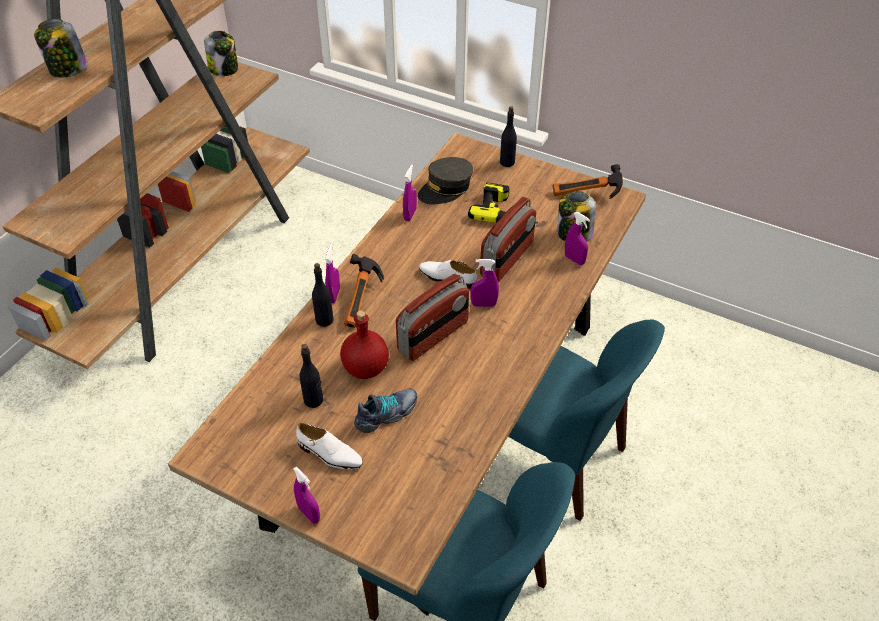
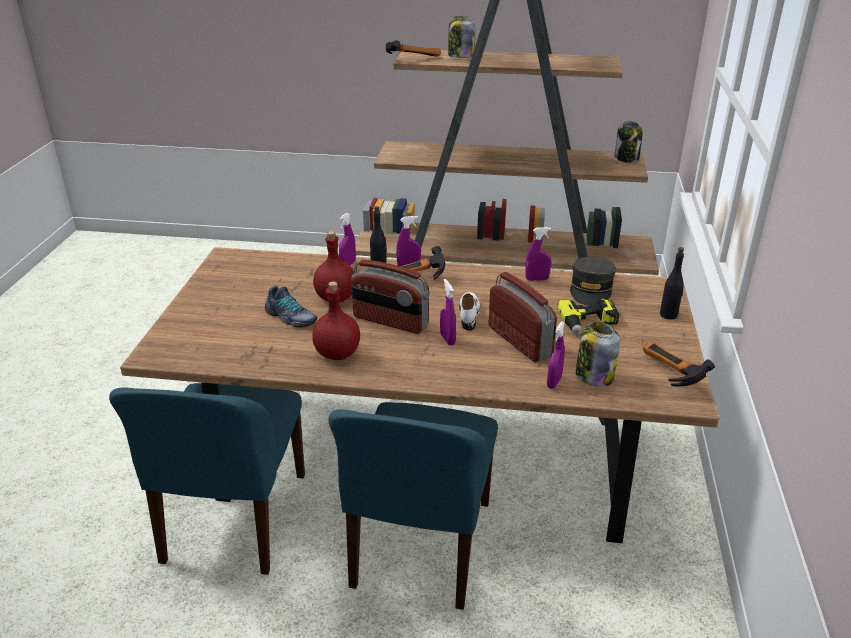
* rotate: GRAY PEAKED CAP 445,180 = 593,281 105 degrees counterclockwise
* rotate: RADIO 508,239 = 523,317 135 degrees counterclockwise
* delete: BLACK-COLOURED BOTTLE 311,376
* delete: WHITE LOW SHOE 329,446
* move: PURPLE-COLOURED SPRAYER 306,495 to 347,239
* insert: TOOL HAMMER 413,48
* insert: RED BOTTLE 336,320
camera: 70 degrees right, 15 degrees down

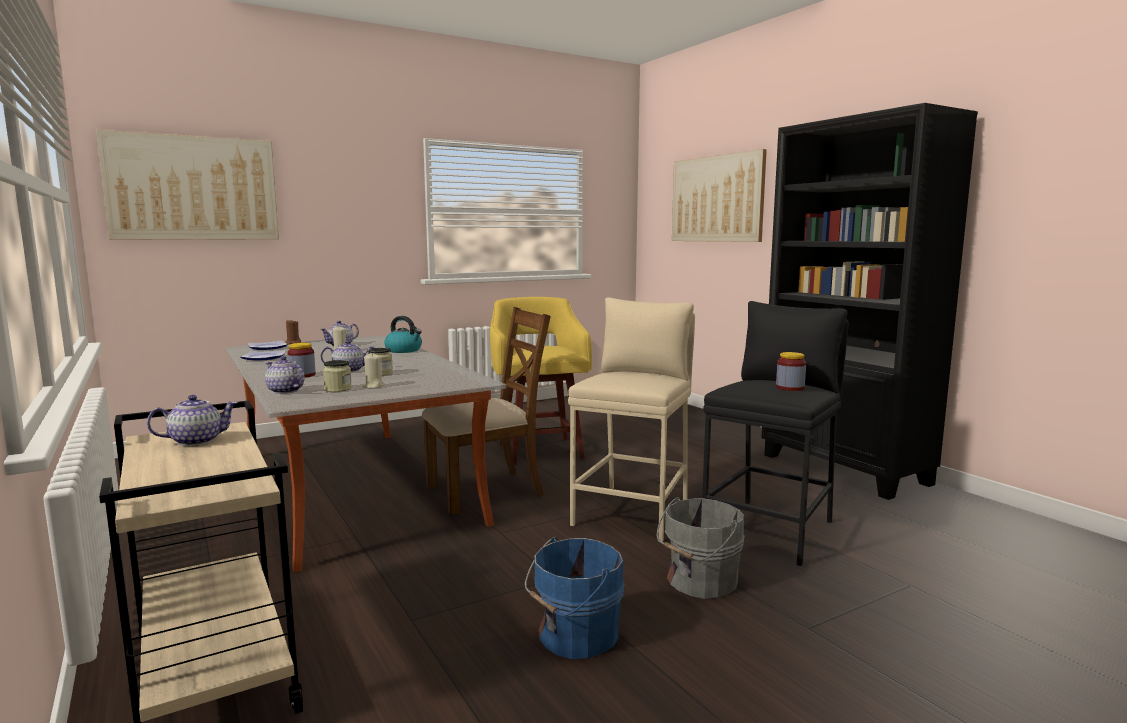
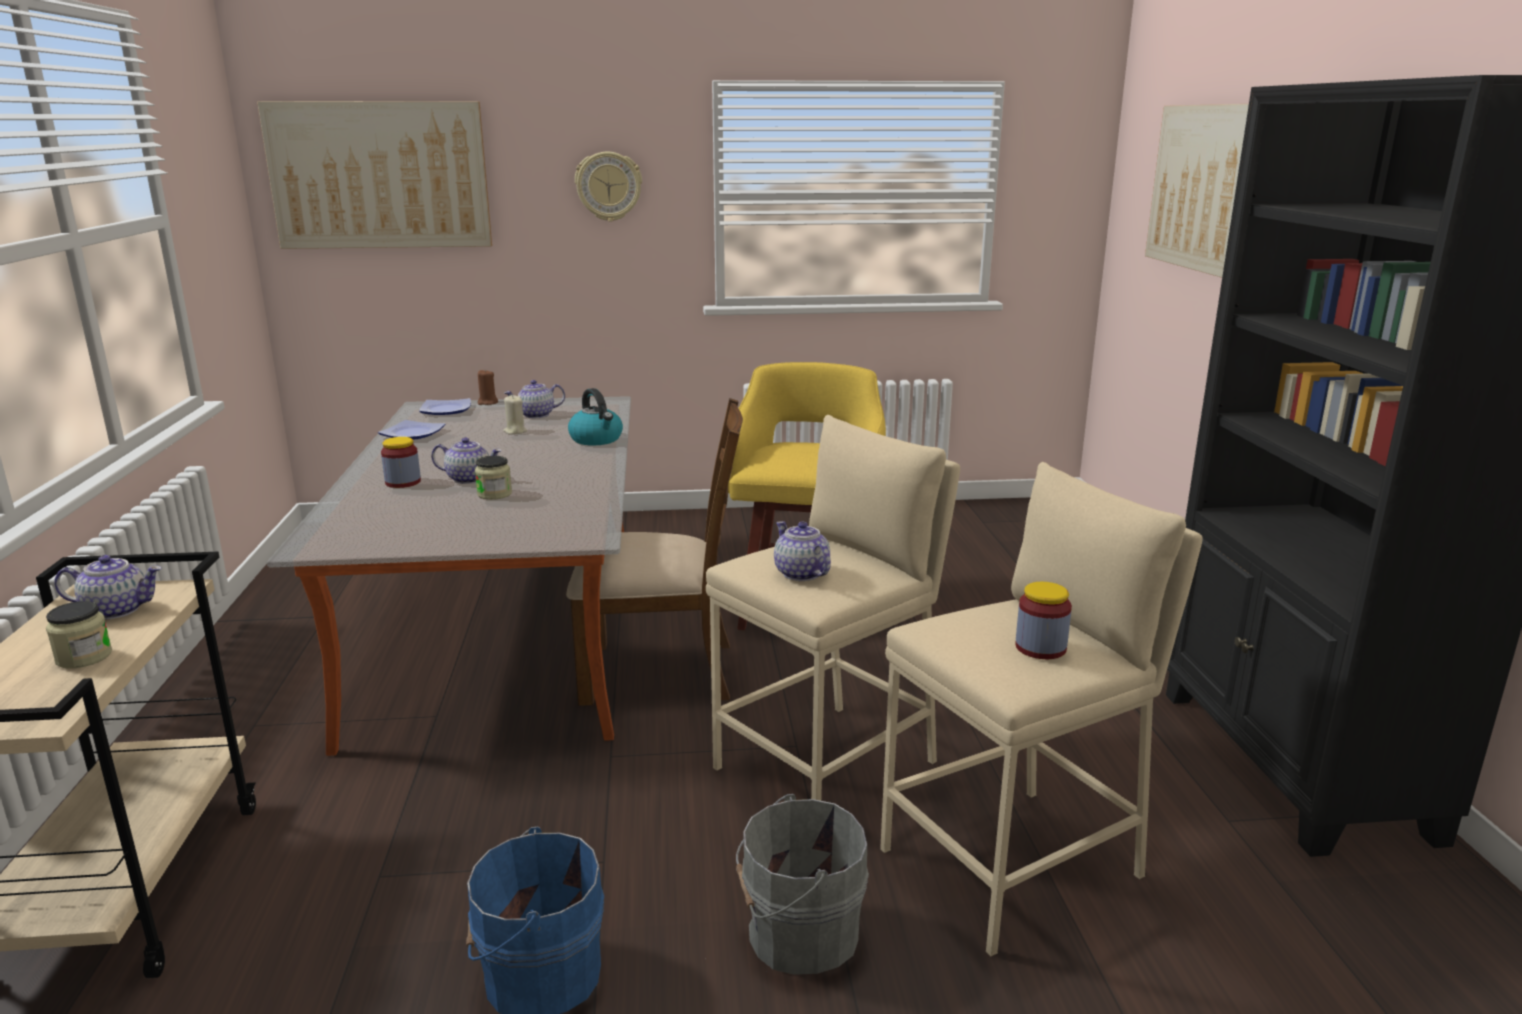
* recolor: BLACK-COLOURED STOOL 775,433 to BEIGE-COLOURED STOOL 1041,709
* delete: BEIGE-COLOURED WAX CANDLE 373,370
* move: TEAPOT 284,375 to 802,551
* move: JAR 337,376 to 79,634
* insert: CLOCK ON THE WALL 608,186
camera: 25 degrees right, 10 degrees up

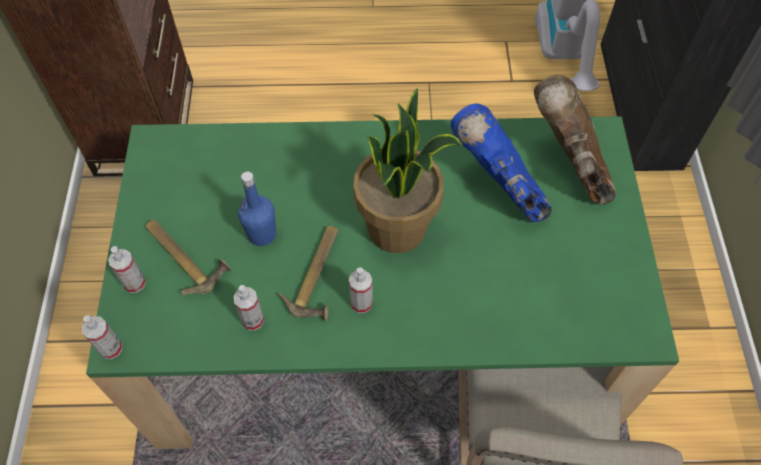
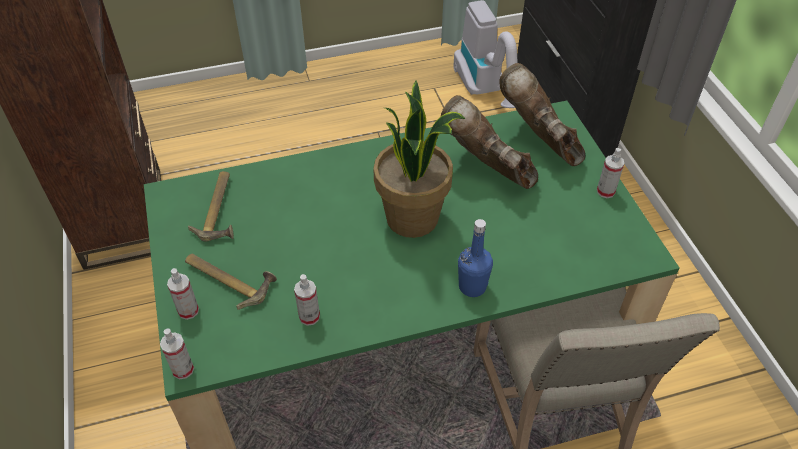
* recolor: BLUE BOOT 501,162 to BROWN BOOT 489,142
* move: BLUE BOTTLE 257,209 to 475,258
* move: TOOL HAMMER 309,273 to 211,206
* move: SPRAYER 361,290 to 610,173
camera: 15 degrees left, 10 degrees down

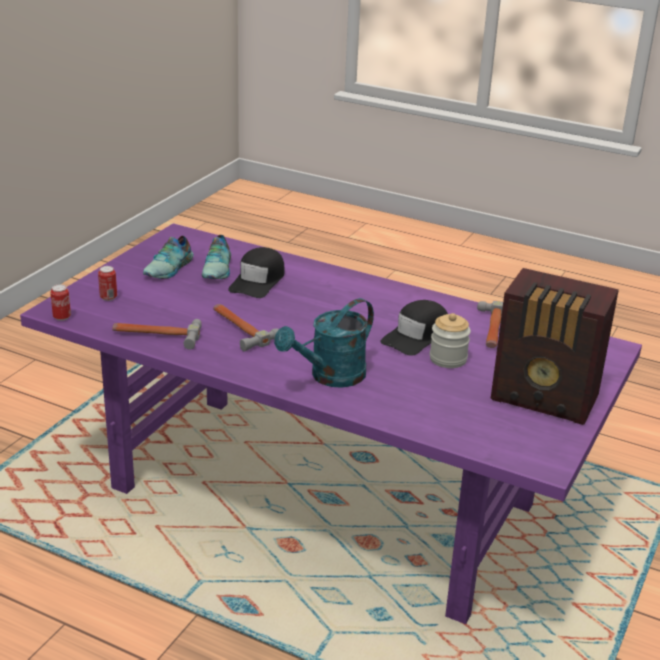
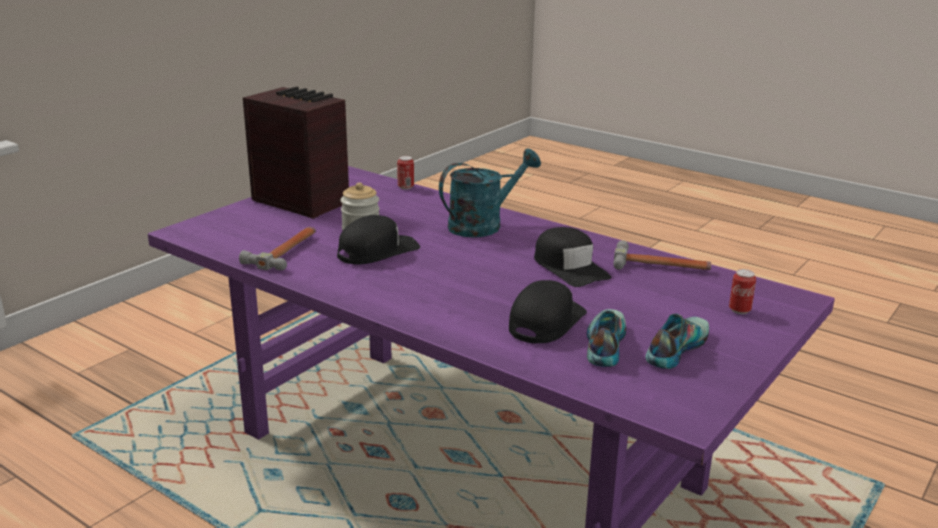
* move: METAL CAN 60,302 to 405,173
* replace: TOOL HAMMER 246,328 to BLACK-COLOURED PEAKED CAP 572,257
camera: 170 degrees left, 5 degrees down

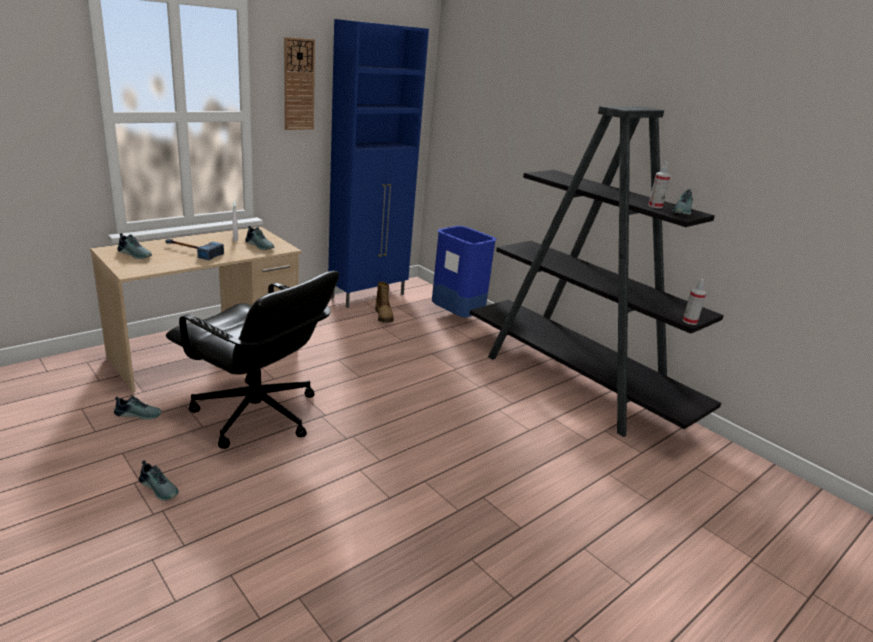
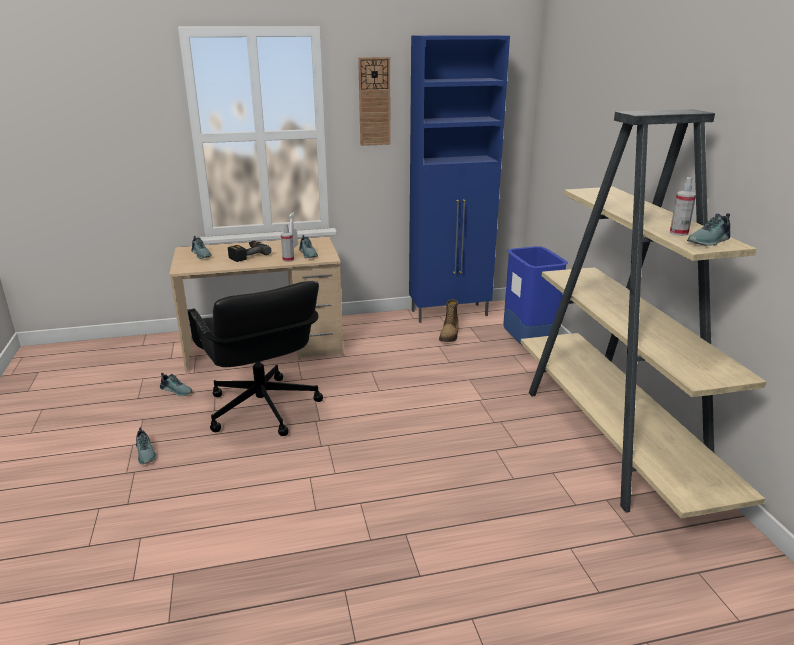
* recolor: BLACK-COLOURED SHELVING UNIT 597,271 to BEIGE-COLOURED SHELVING UNIT 643,313
* replace: TOOL HAMMER 194,249 to DRILL 249,251
* move: SPRAYER 694,302 to 287,243
camera: 30 degrees right, 0 degrees up

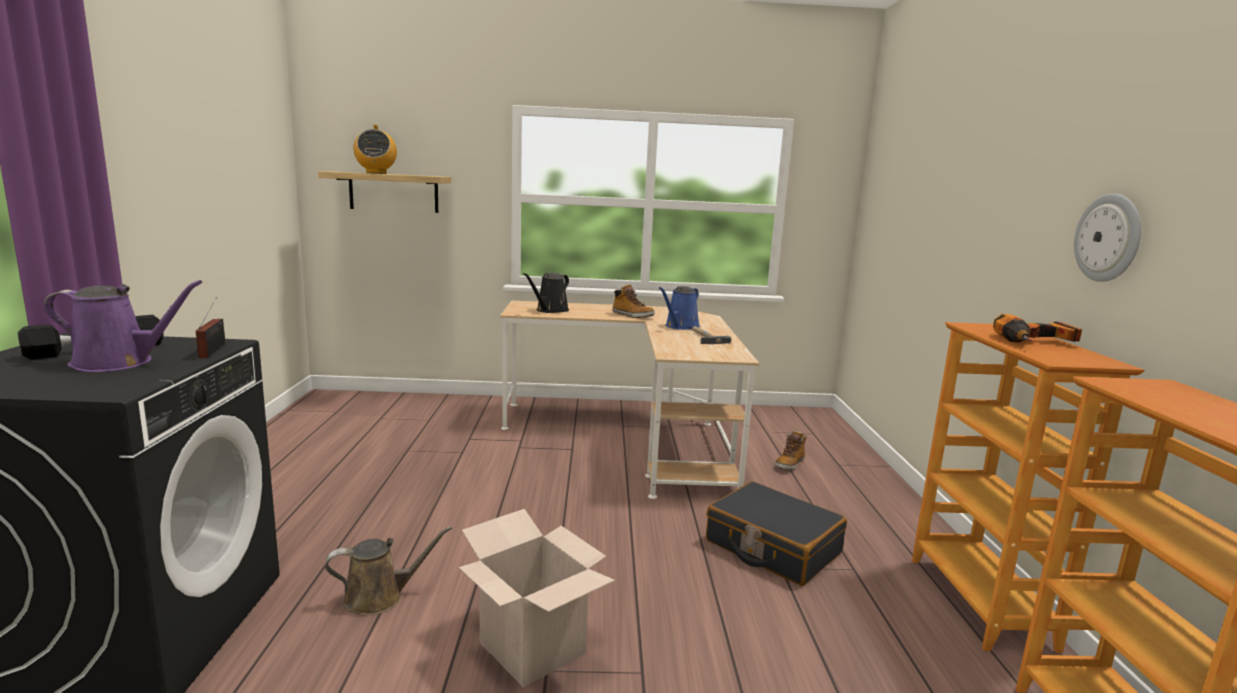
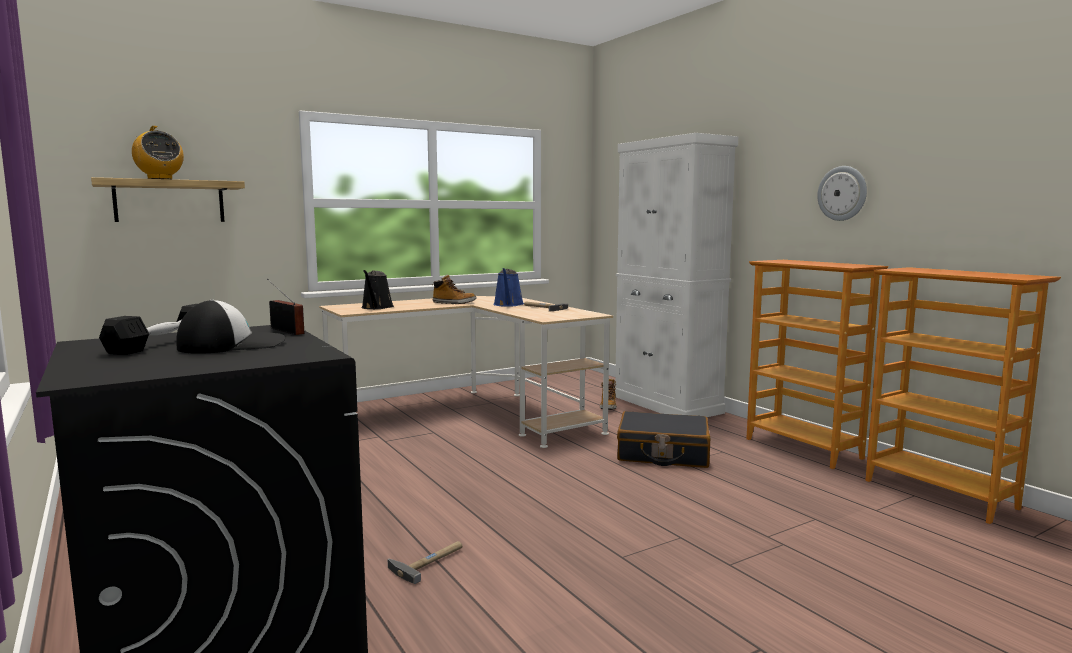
* replace: PURPLE-COLOURED WATERING POT 123,326 to PEAKED CAP 230,326
* delete: DRILL 1037,328
* delete: CARTON 537,598
* replace: BROWN WATERING POT 388,570 to TOOL HAMMER 425,562
* insert: WHITE CABINET 676,275
camera: 30 degrees left, 5 degrees down

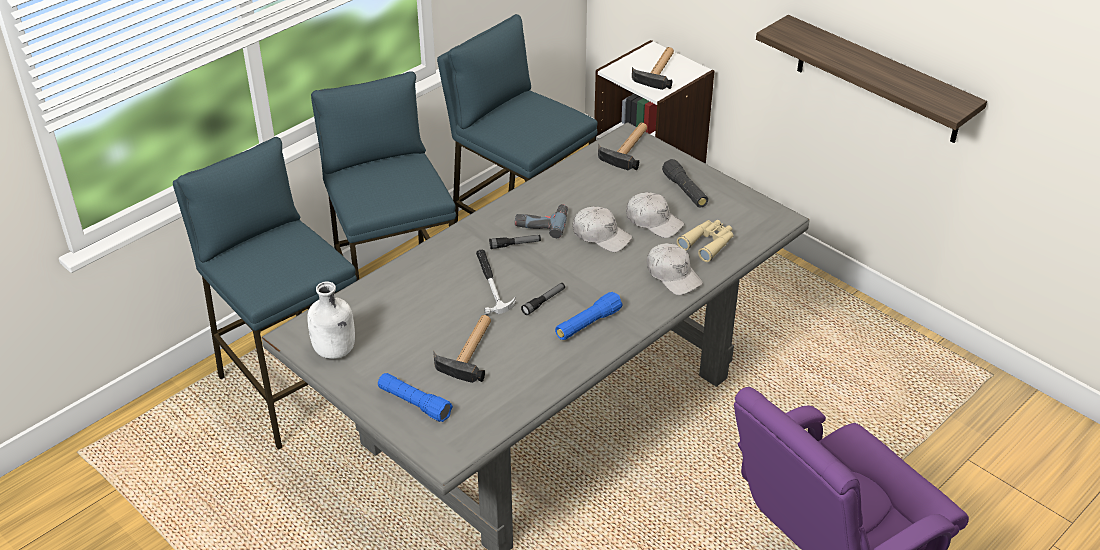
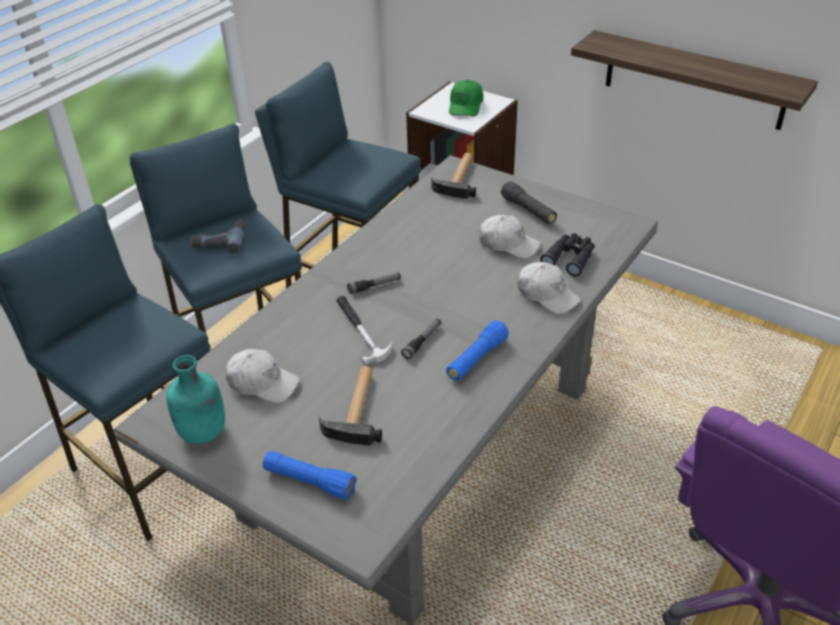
* replace: TOOL HAMMER 653,68 to GREEN-COLOURED PEAKED CAP 466,98
* move: DRILL 541,221 to 217,236
* move: WHITE PEAKED CAP 602,229 to 262,376
* recolor: BEIGE-COLOURED PAIR OF BINOCULARS 705,241 to BLACK-COLOURED PAIR OF BINOCULARS 567,255
* recolor: WHITE BOTTLE 331,320 to TURQUOISE-COLOURED BOTTLE 195,399
camera: 10 degrees left, 0 degrees up

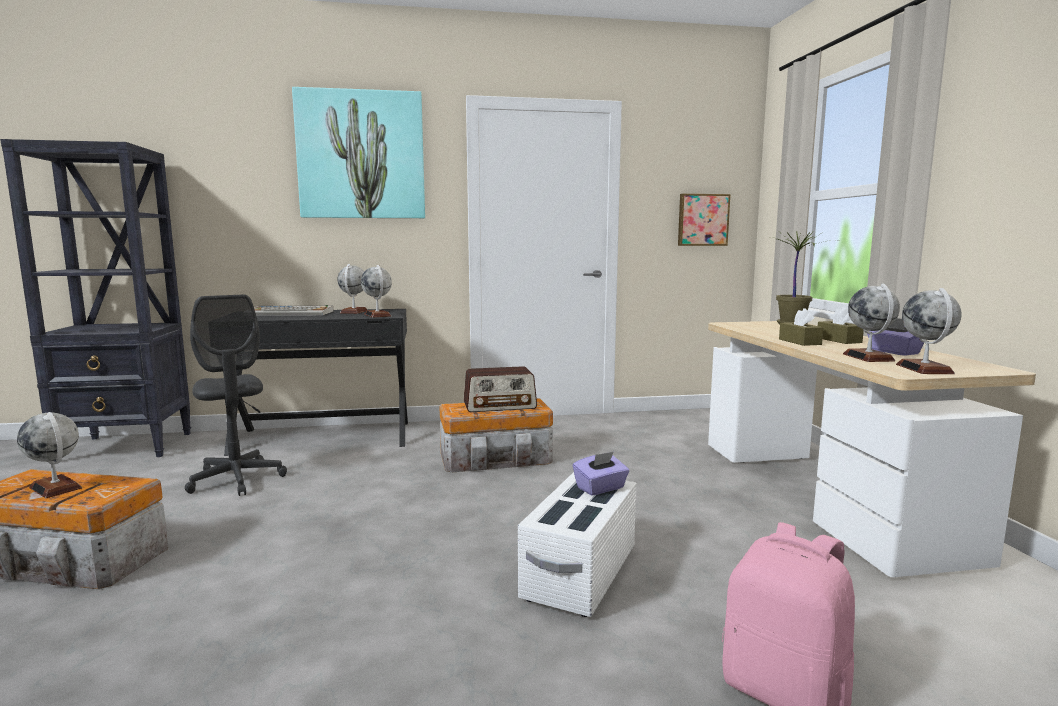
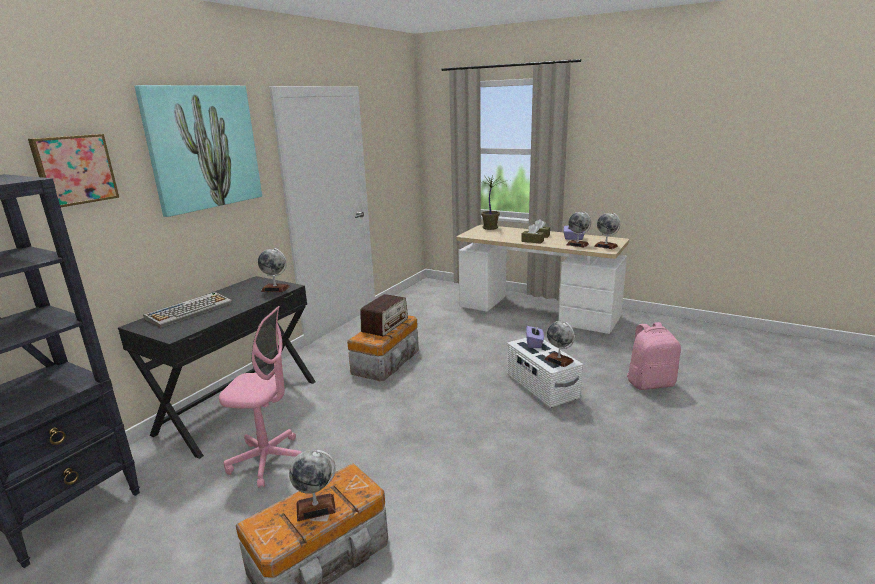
* move: WALL PICTURE 704,220 to 73,170
* move: DESK GLOBE 352,289 to 559,344
* recolor: GRAY OFFICE CHAIR 236,395 to PINK-COLOURED OFFICE CHAIR 260,397
camera: 50 degrees left, 10 degrees up

